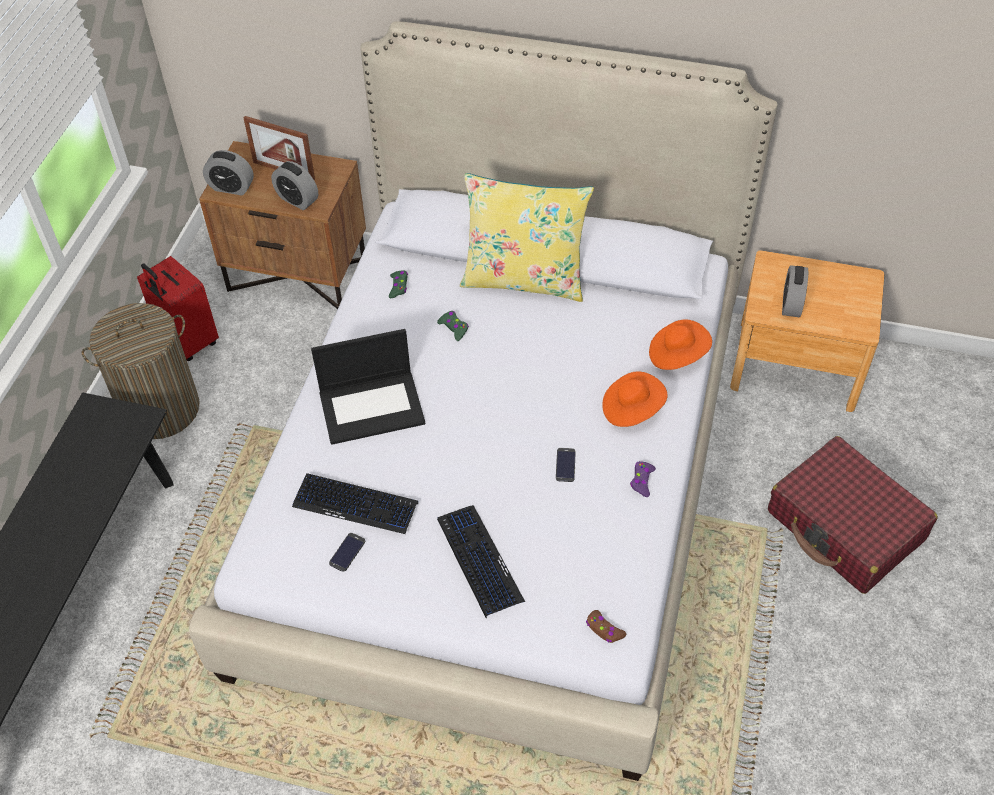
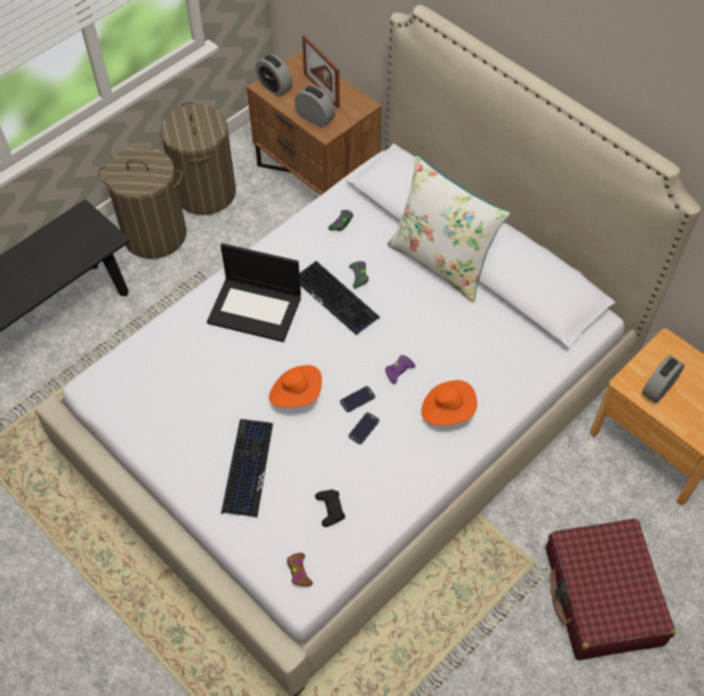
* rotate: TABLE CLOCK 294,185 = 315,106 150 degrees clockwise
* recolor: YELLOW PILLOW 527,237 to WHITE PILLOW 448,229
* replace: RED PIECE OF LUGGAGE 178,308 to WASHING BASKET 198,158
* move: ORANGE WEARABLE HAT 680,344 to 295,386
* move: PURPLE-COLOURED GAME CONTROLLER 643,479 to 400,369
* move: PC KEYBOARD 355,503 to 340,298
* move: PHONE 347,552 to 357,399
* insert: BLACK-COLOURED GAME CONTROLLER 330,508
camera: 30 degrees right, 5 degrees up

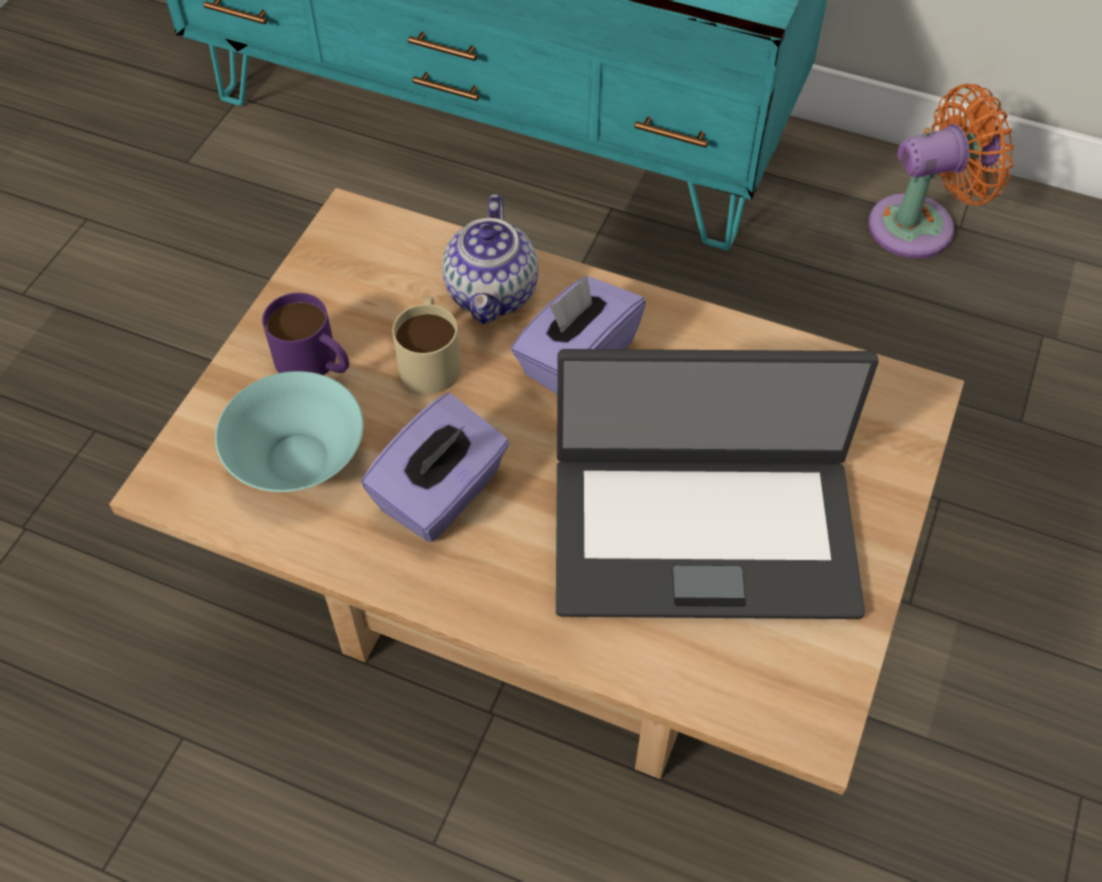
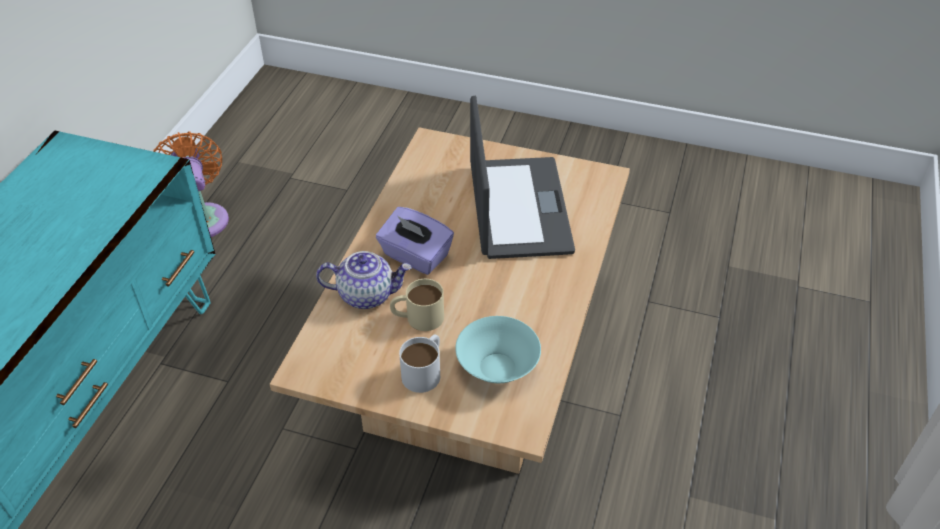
* recolor: PURPLE-COLOURED COFFEE MUG 305,334 to WHITE COFFEE MUG 419,363
* delete: PURPLE-COLOURED TISSUE HOLDER 435,467
camera: 95 degrees left, 10 degrees down

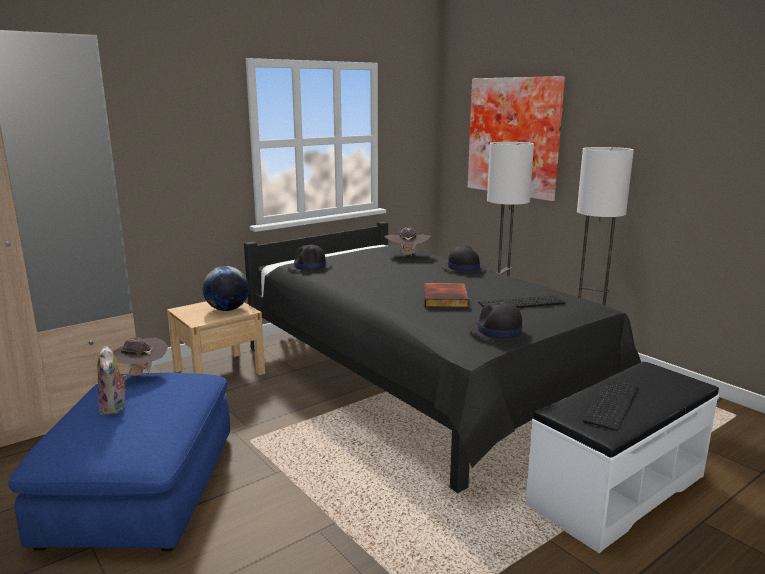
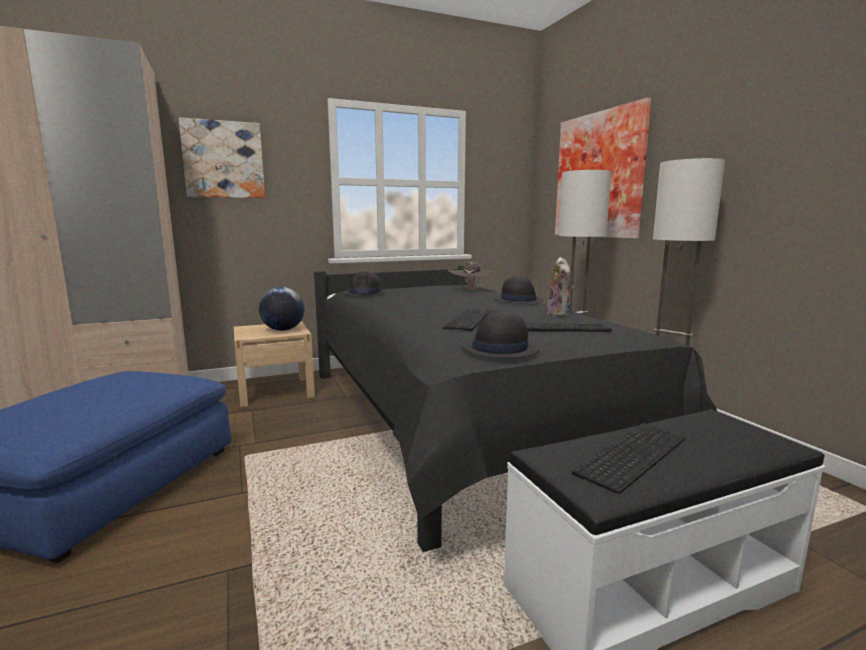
* replace: VOLUME 446,295 to PC KEYBOARD 466,320
* delete: BROWN WEARABLE HAT 140,356
* move: PLUSH TOY 112,380 to 560,287
* insert: WALL PICTURE 221,157
camera: 15 degrees right, 5 degrees down

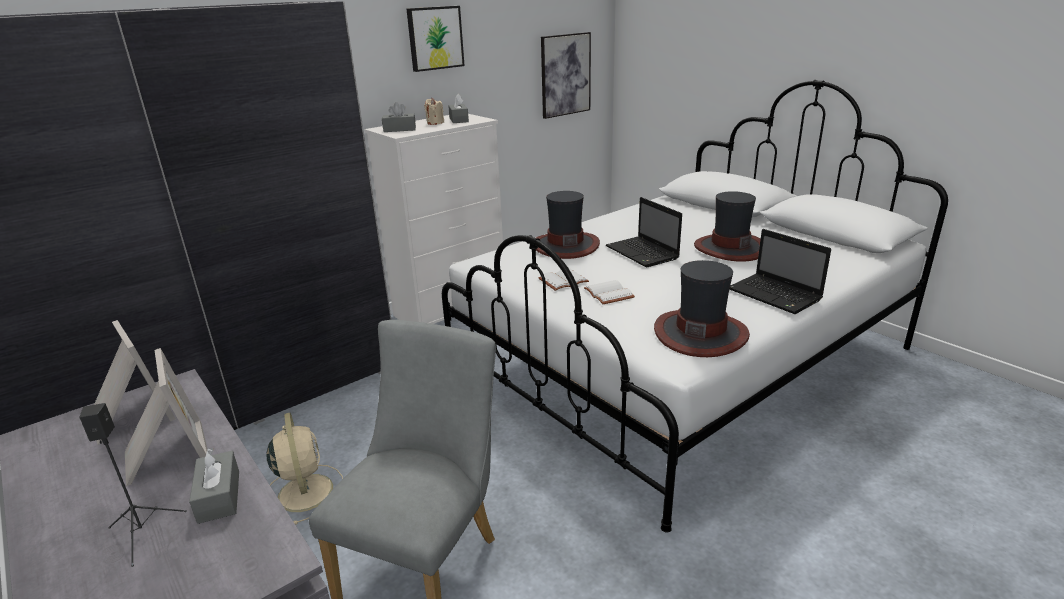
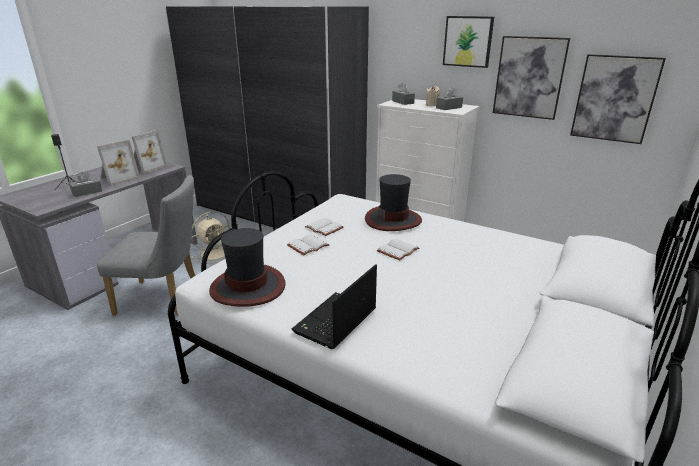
* delete: WEARABLE HAT 727,226
* replace: PORTABLE COMPUTER 644,232 to WHITE VOLUME 398,249
* insert: WALL PICTURE 531,78
camera: 70 degrees right, 0 degrees up

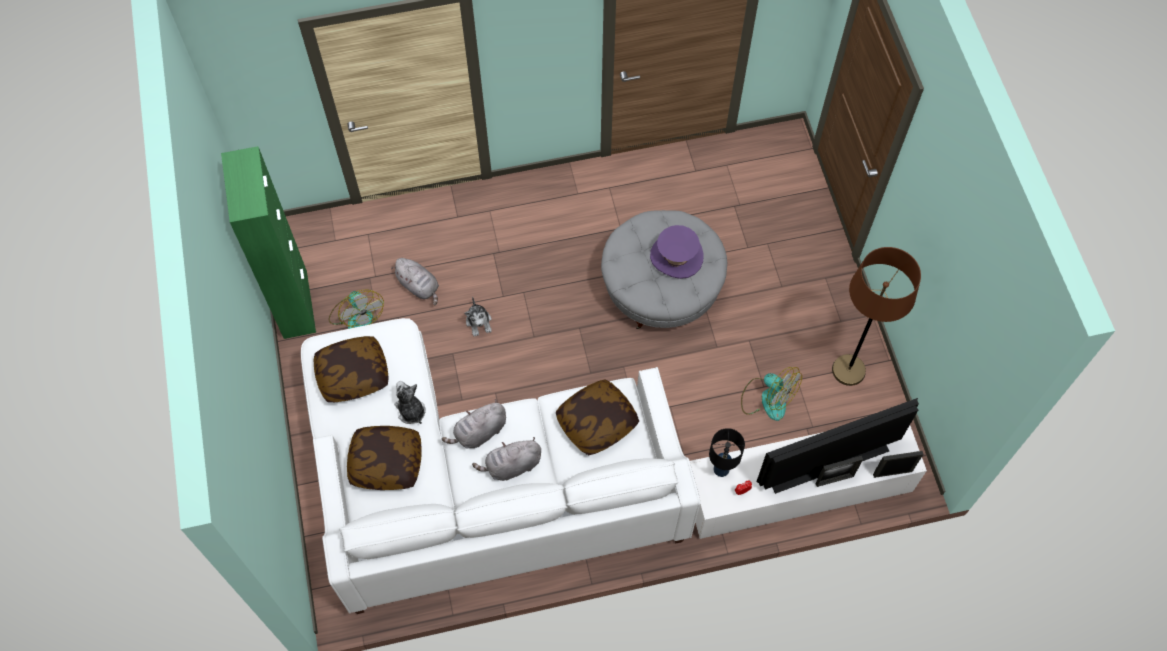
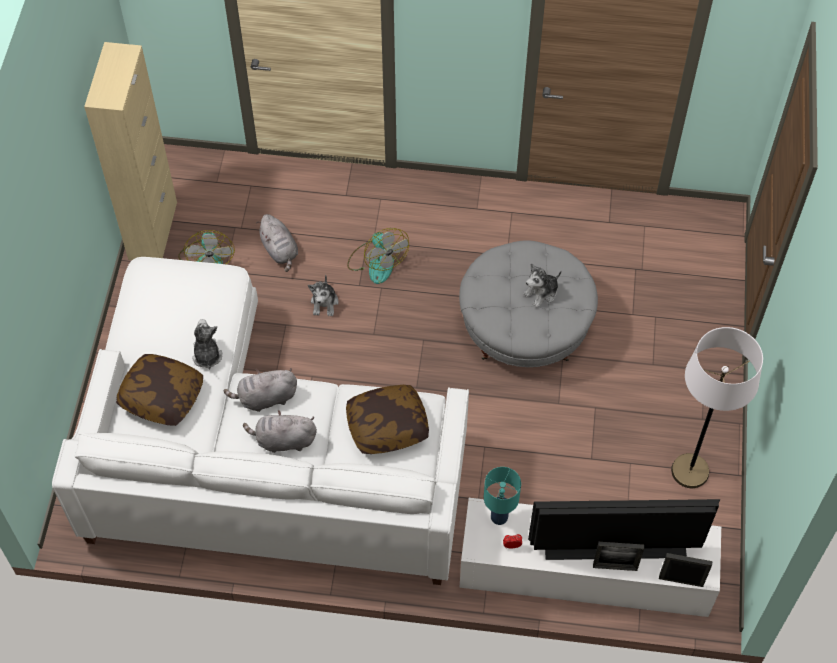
* recolor: GREEN-COLOURED CABINET 268,242 to BEIGE-COLOURED CABINET 130,151
* replace: PURPLE-COLOURED WEARABLE HAT 677,252 to PLUSH TOY 542,285
* recolor: BROWN FLOOR LAMP 876,316 to WHITE FLOOR LAMP 717,407
* delete: PILLOW 351,369
* move: FAN 771,394 to 378,256
* recolor: BLACK-COLOURED LAMP FOR A TABLE 727,452 to TURQUOISE-COLOURED LAMP FOR A TABLE 502,496
camera: 20 degrees right, 5 degrees down

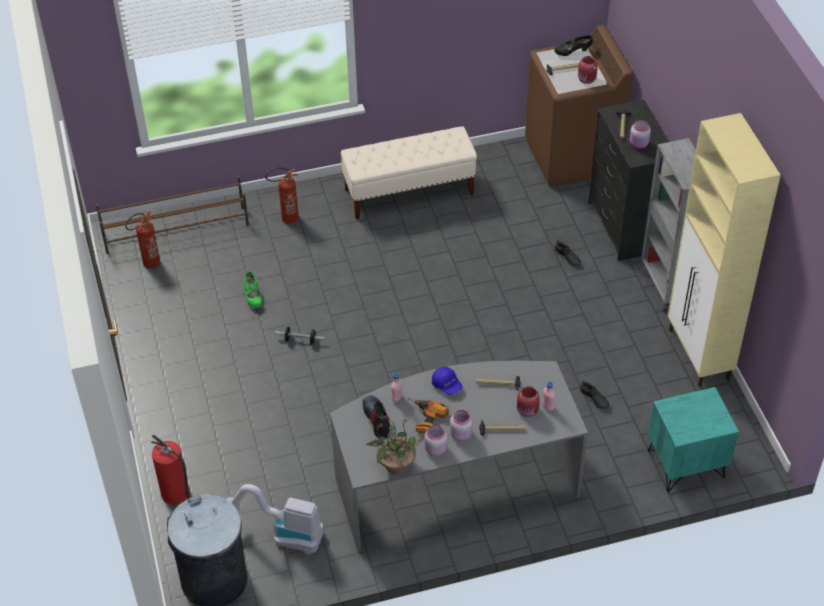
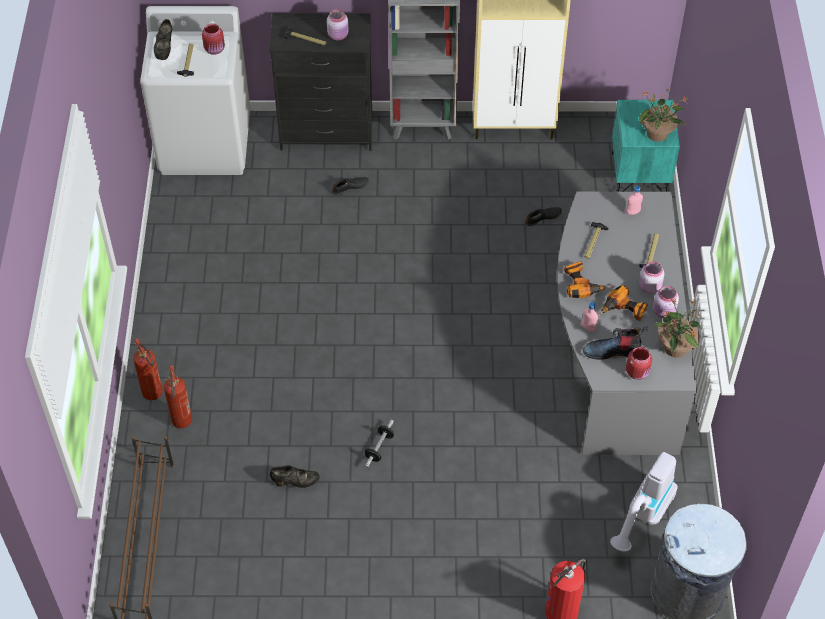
* recolor: BROWN LAUNDRY MACHINE 579,106 to WHITE LAUNDRY MACHINE 195,90
* delete: BEIGE-COLOURED INDOOR BENCH 409,172
* move: FIRE EXTINGUISHER 142,240 to 148,369
* recolor: GREEN-COLOURED LOW SHOE 253,290 to BLACK-COLOURED LOW SHOE 295,476
* replace: BLUE PEAKED CAP 447,381 to DRILL 588,279
* move: RED JAR 528,401 to 639,363
* insert: PLANT IN A POT 663,115
camera: 75 degrees left, 5 degrees up

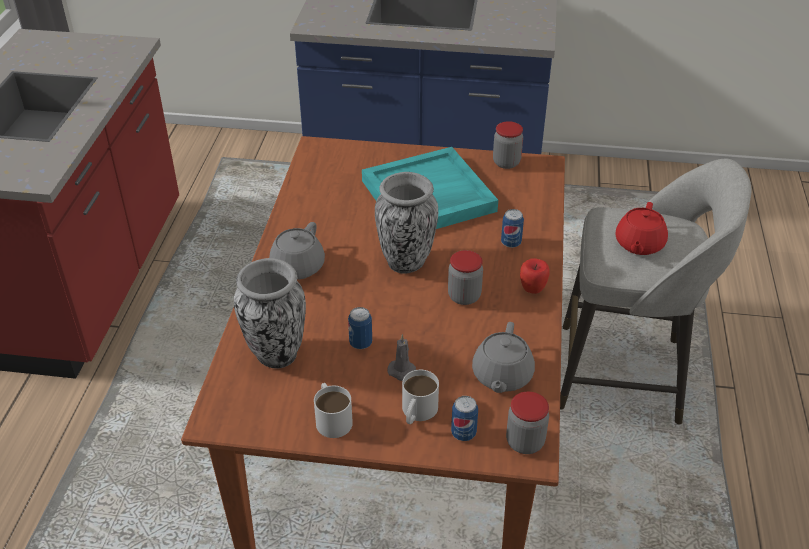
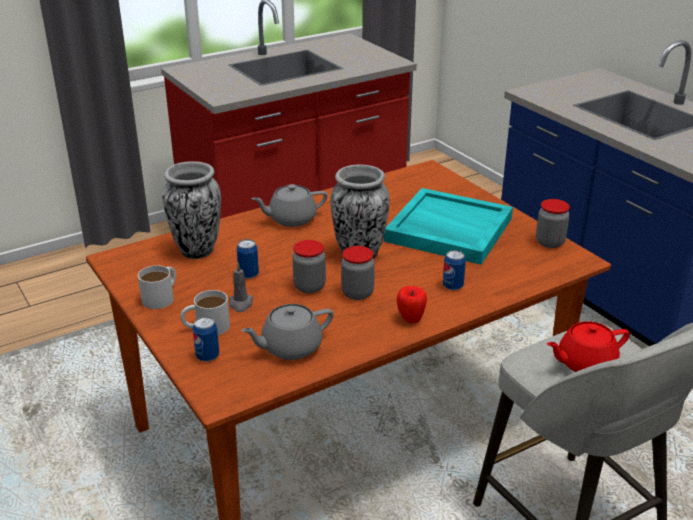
* move: JAR 527,423 to 309,267
camera: 50 degrees right, 10 degrees down

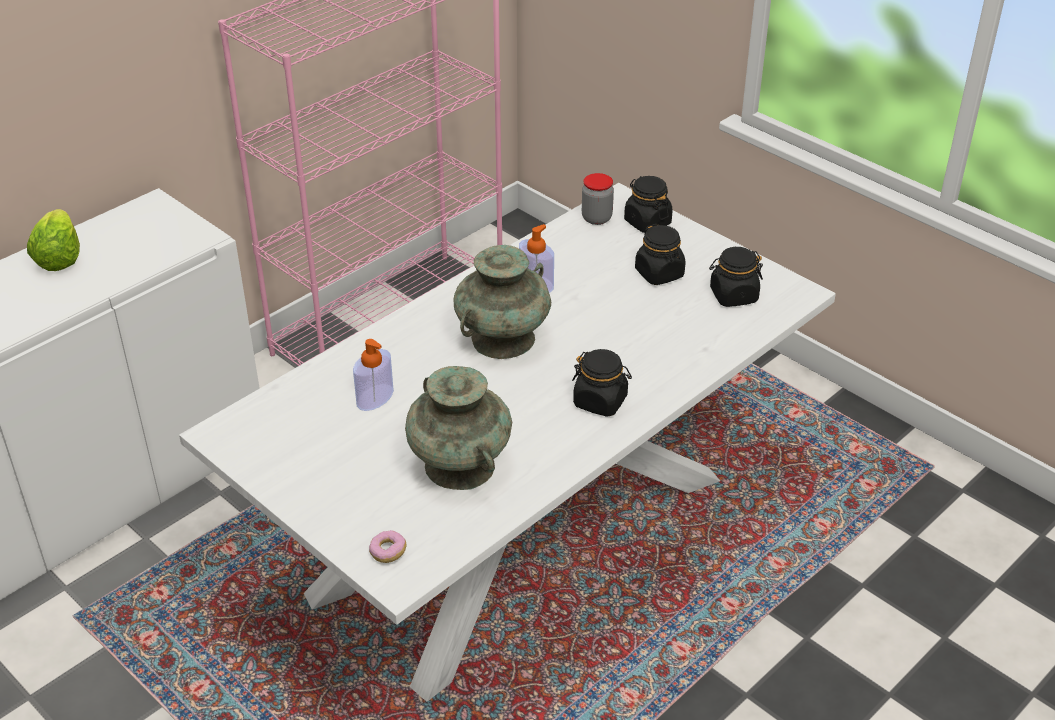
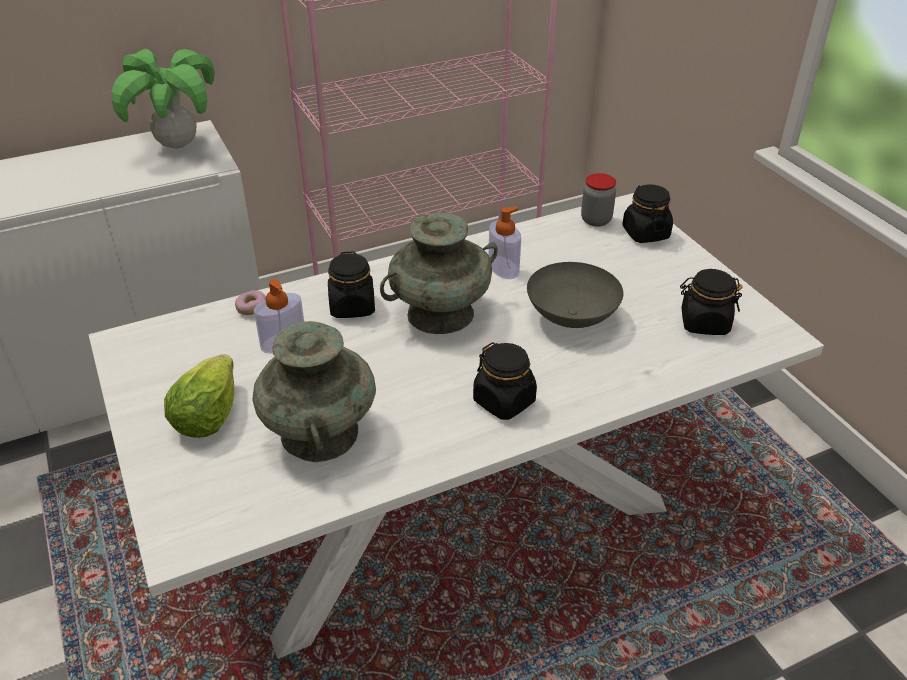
* move: LETTUCE HEAD 53,240 to 199,396
* move: BLACK-COLOURED JAR 660,254 to 351,284
* move: RING DOUGHNUT 388,546 to 250,302
* insert: PLANT IN A POT 163,99
* insert: GRAY BOWL 575,295
camera: 20 degrees right, 0 degrees up

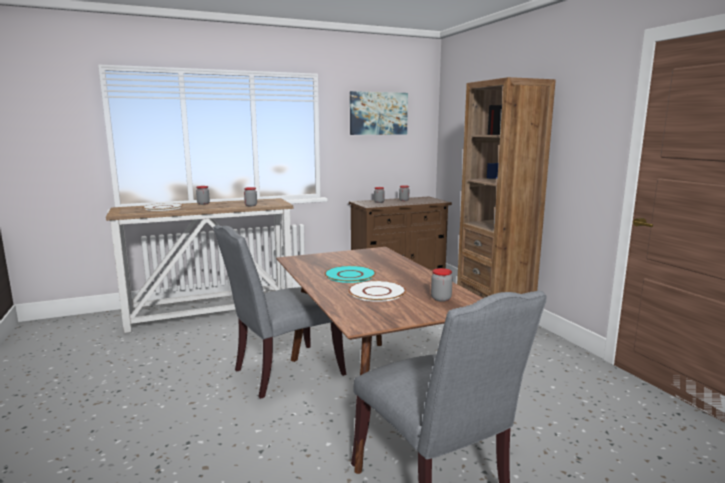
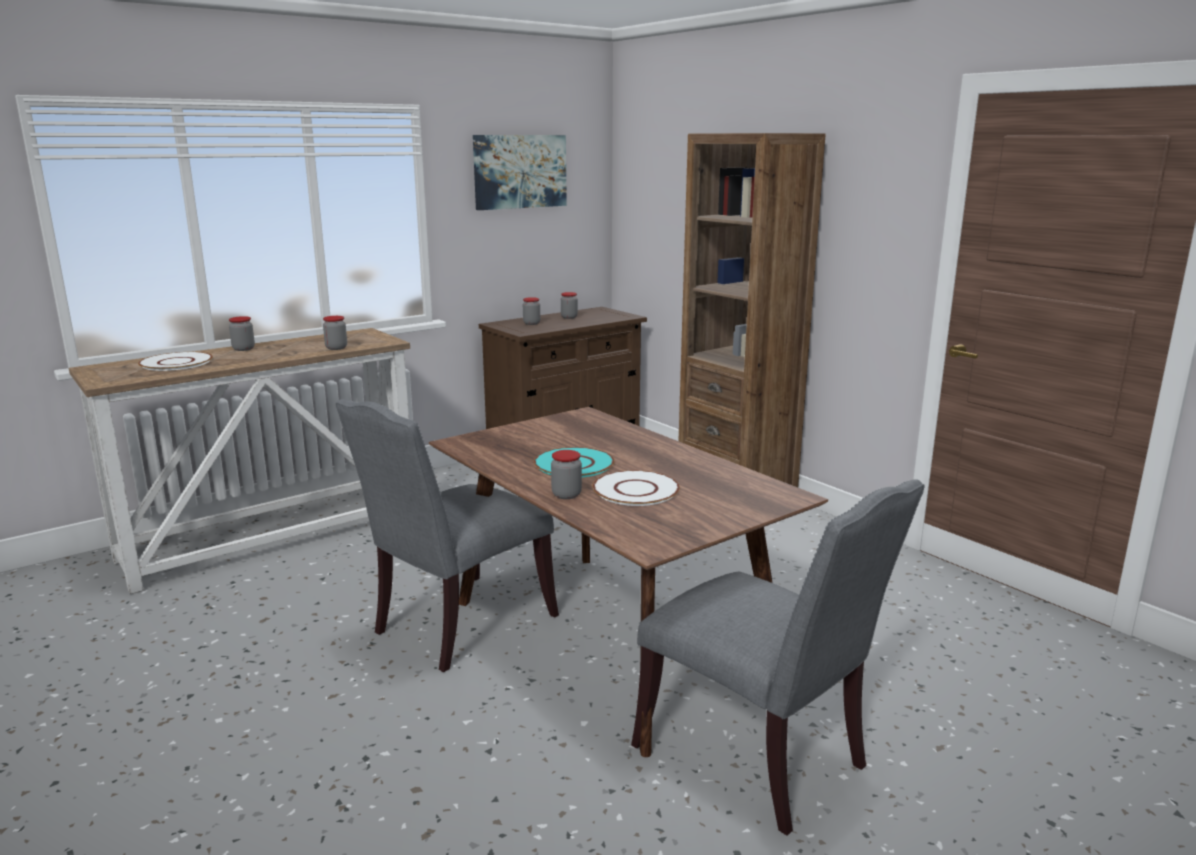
* move: JAR 442,285 to 566,474
camera: 15 degrees left, 5 degrees up

